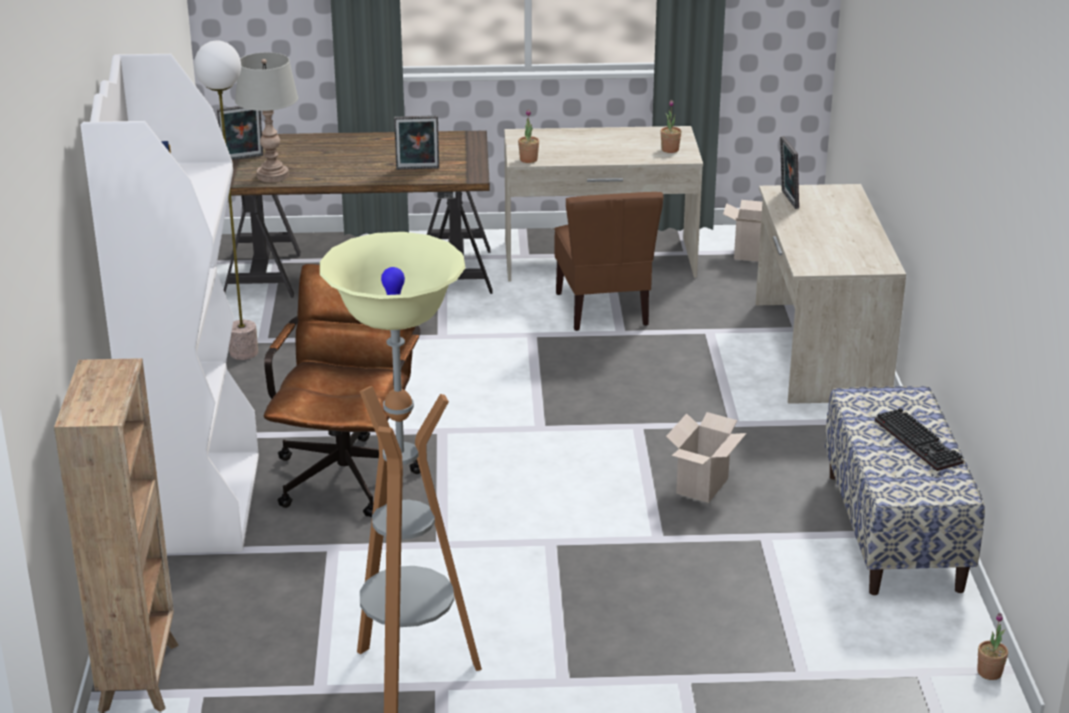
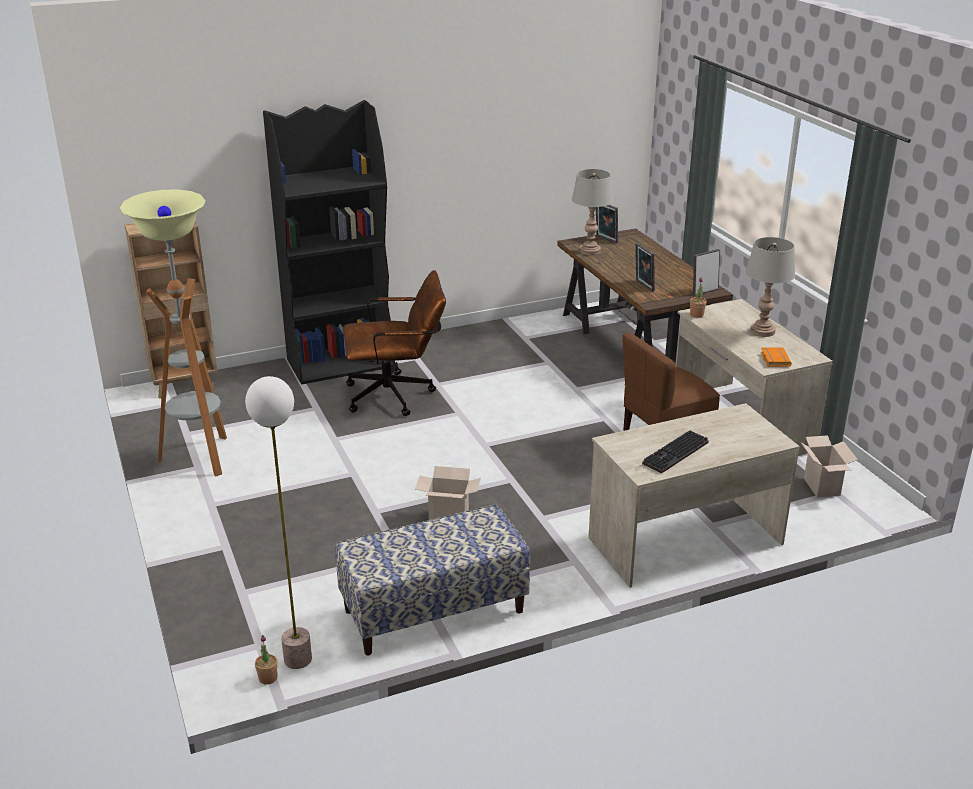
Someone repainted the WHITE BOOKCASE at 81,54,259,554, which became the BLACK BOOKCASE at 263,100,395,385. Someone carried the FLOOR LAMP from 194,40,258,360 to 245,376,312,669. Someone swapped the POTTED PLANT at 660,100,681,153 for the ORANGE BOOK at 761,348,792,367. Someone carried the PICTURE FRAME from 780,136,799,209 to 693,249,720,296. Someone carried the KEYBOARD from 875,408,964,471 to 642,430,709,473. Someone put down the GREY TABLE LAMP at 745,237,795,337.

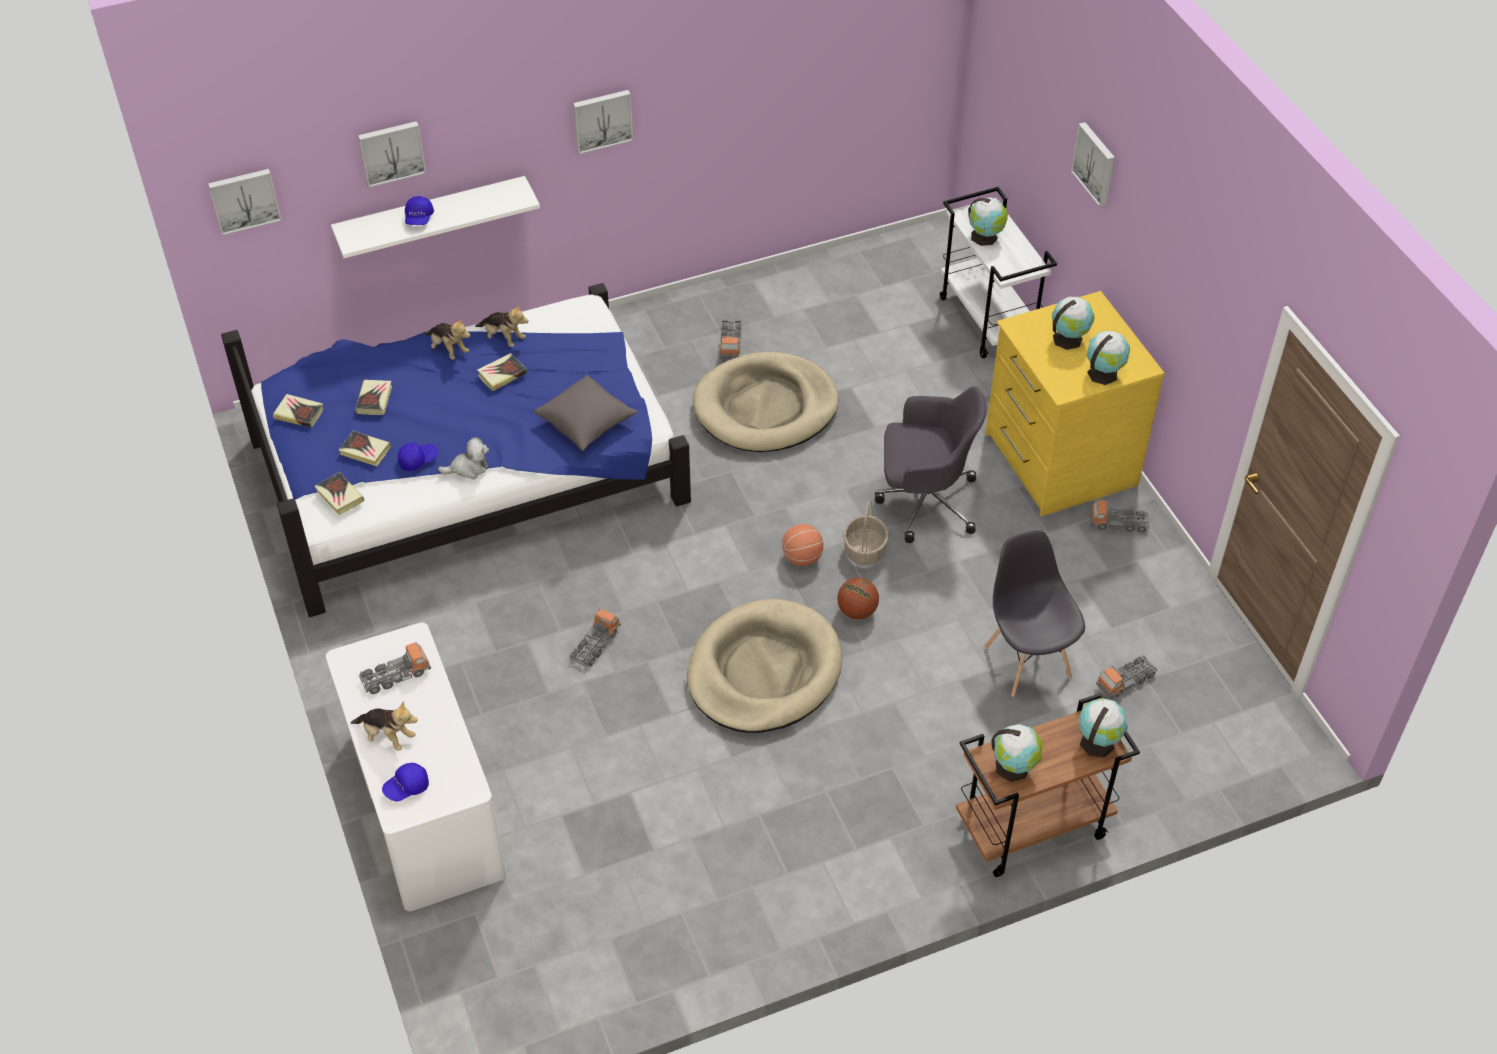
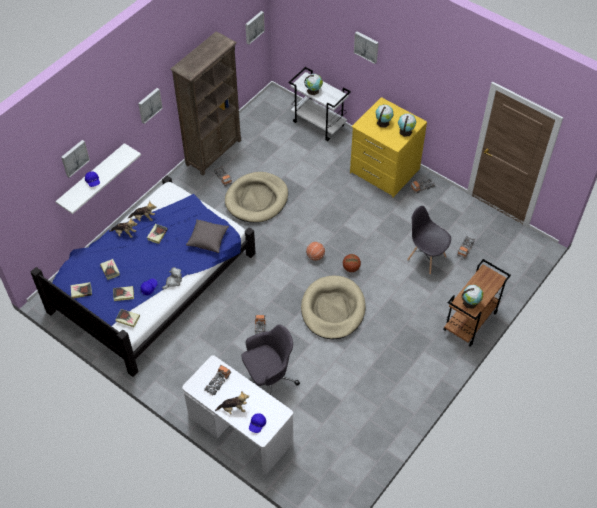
Someone carried the PICTURE from 208,169,282,235 to 245,11,265,45. Someone took away the BASKET at 844,500,888,565. Someone carried the GREY OFFICE CHAIR from 875,387,987,543 to 241,324,300,396. Someone took away the GLOBE at 1079,698,1127,758. Someone put down the BROWN BOOKCASE at 170,31,241,176.

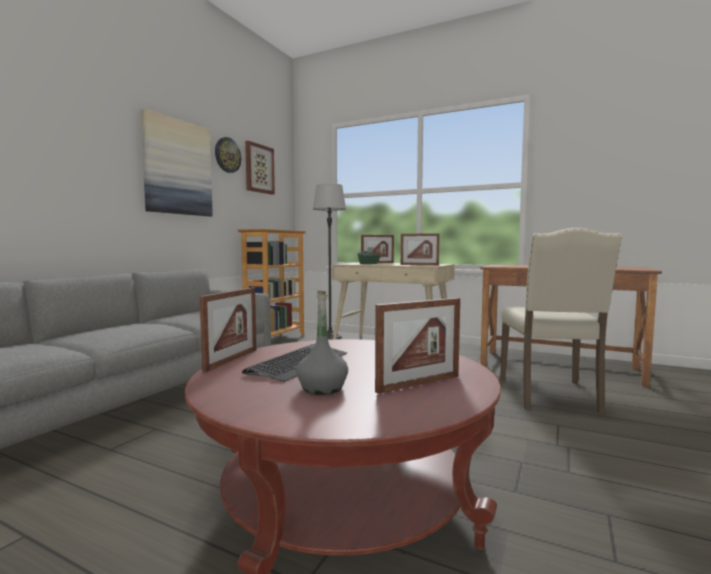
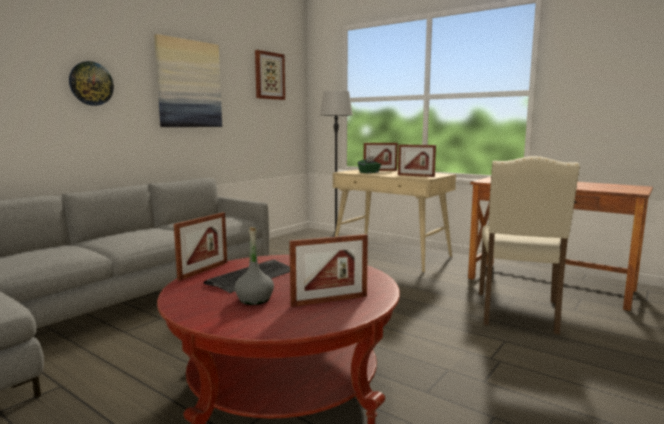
Someone carried the WALL CLOCK from 215,137,241,173 to 69,61,114,106. Someone took away the BOOKCASE at 238,229,306,337.

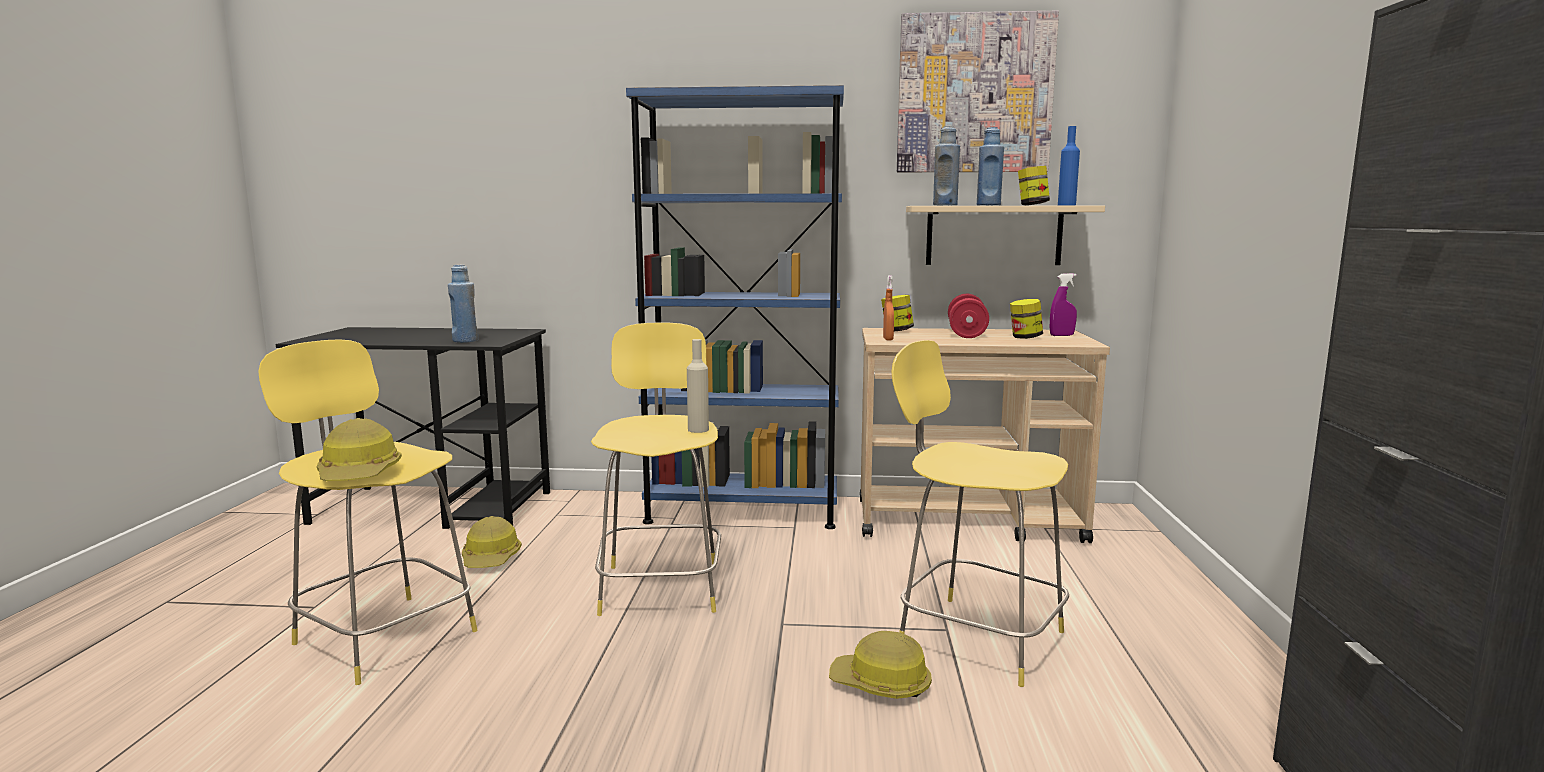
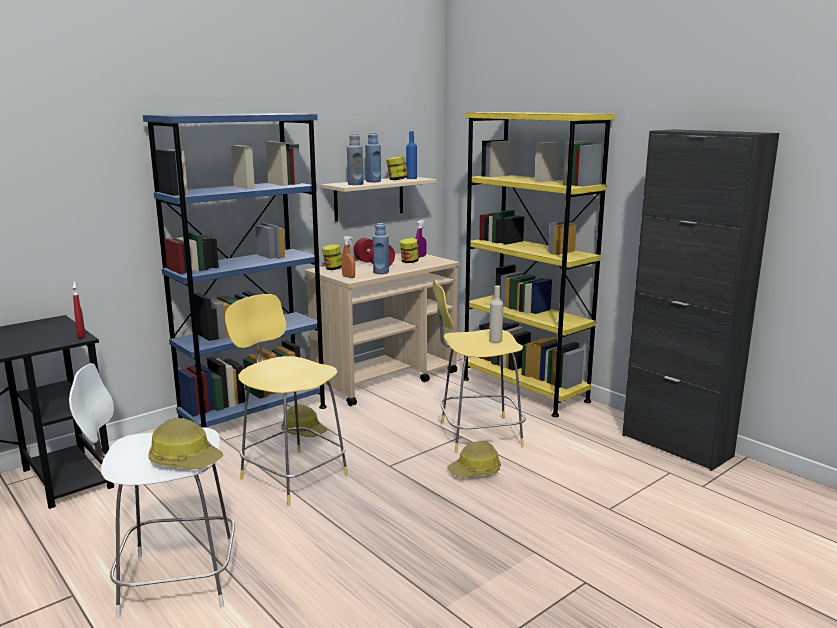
Someone repainted the YELLOW STOOL at 258,339,478,685, which became the WHITE STOOL at 69,363,235,618. Someone carried the BLUE BOTTLE from 448,265,478,343 to 373,223,389,274. Someone carried the HARD HAT from 462,516,522,568 to 281,404,327,437. Someone carried the BEIGE BOTTLE from 687,339,709,433 to 489,286,503,343. Someone took away the PICTURE at 897,11,1059,172. Someone put down the RED SPRAY BOTTLE at 73,282,85,339. Someone put down the YELLOW BOOKCASE at 464,112,615,417.

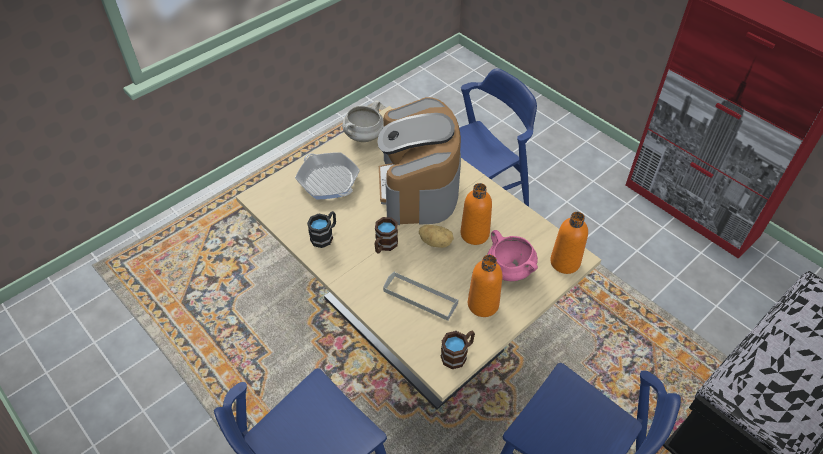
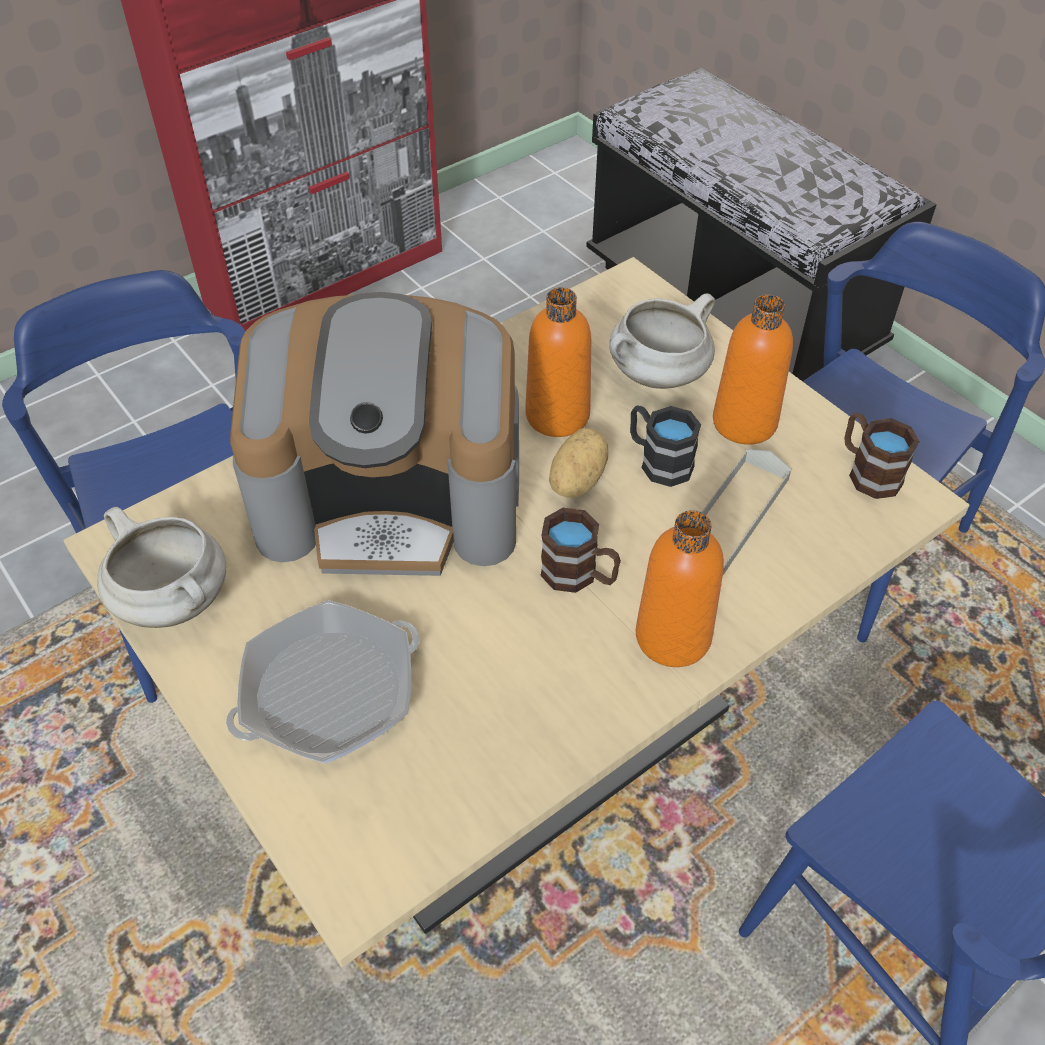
Someone carried the BLACK MUG from 307,211,336,248 to 630,405,701,487. Someone repainted the PINK COOKING POT at 487,230,538,281, which became the WHITE COOKING POT at 610,293,715,389. Someone carried the ORANGE BOTTLE from 550,212,588,274 to 636,510,724,667.

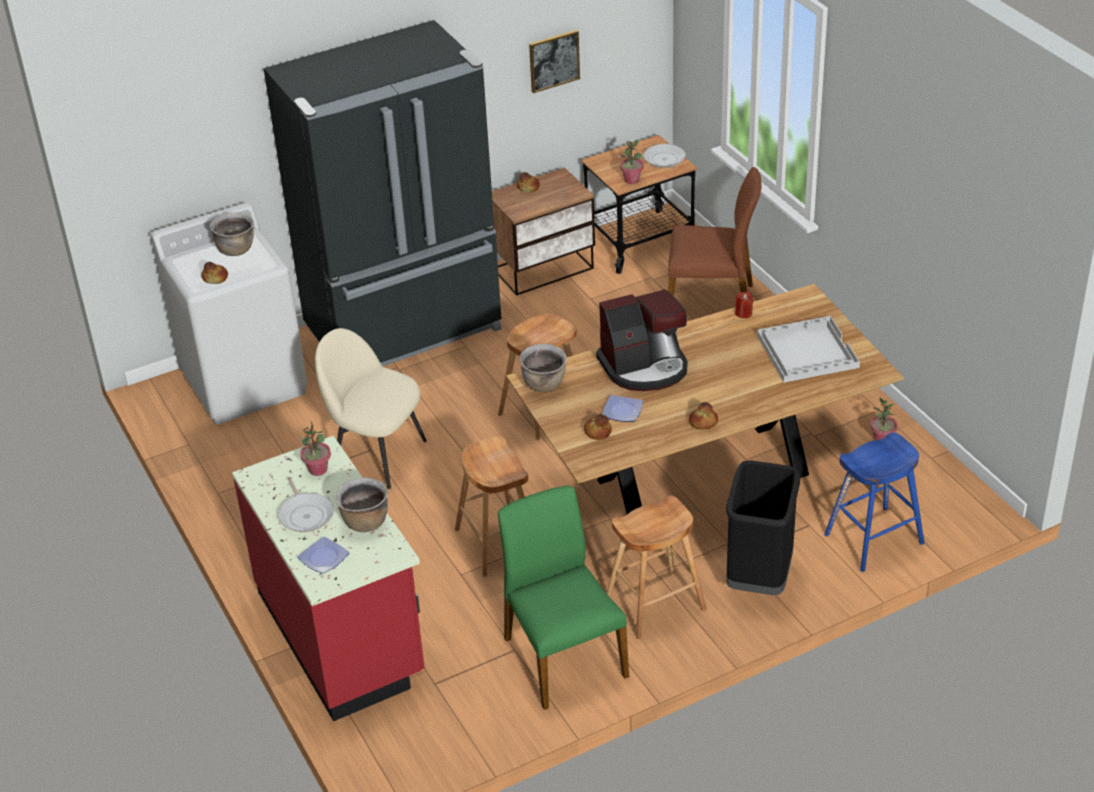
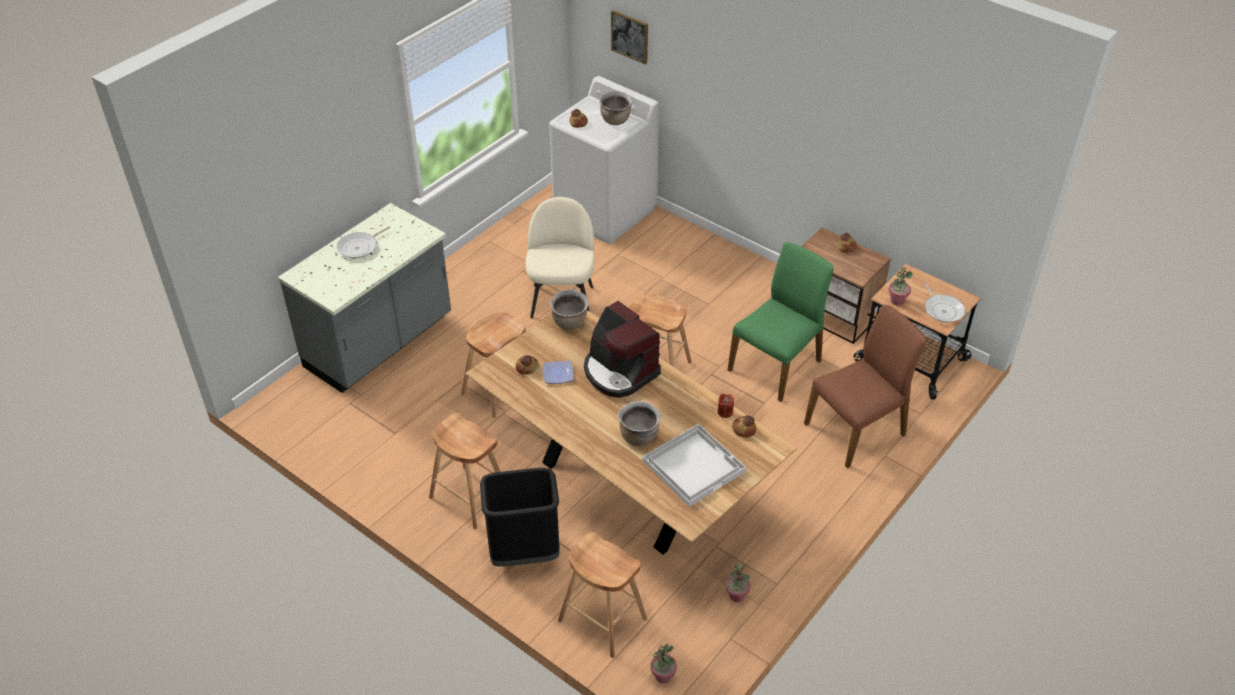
Someone repainted the RED COUNTER at 232,436,425,721, which became the GREY COUNTER at 278,203,451,393. Someone took away the BLACK FRIDGE at 264,20,502,366. Someone took away the PLATE at 297,536,349,573. Someone carried the POTTED PLANT from 300,420,331,476 to 651,644,677,683. Someone carried the BROWN COOKING POT from 336,477,388,532 to 618,401,661,446. Someone carried the GREEN CHAIR from 498,486,629,710 to 728,242,834,402. Someone carried the PICTURE from 529,30,580,93 to 611,10,648,65. Someone rotated the BROWN CHAIR at 668,167,762,296 by 105 degrees counterclockwise. Someone carried the BREAD from 689,402,718,429 to 732,415,756,438. Someone repainted the BLUE STOOL at 824,432,924,572, which became the BROWN STOOL at 558,532,647,658.

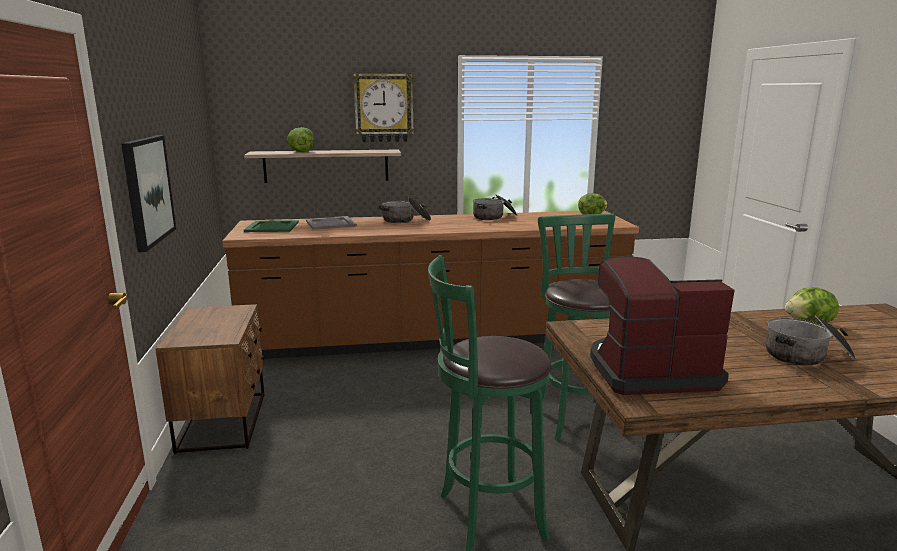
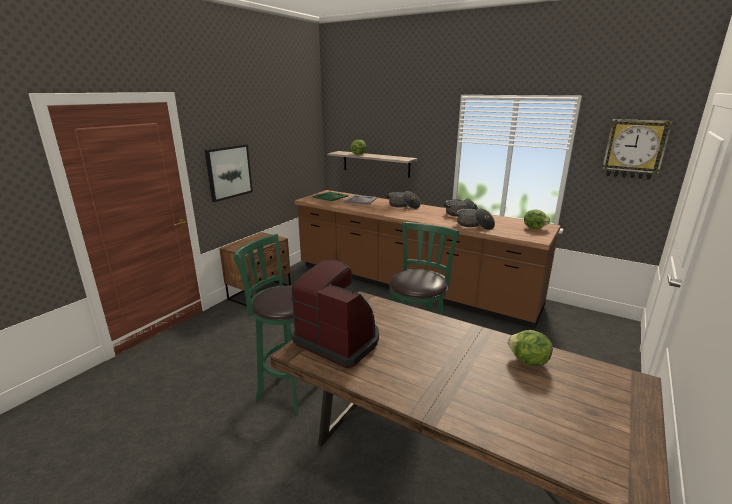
Someone carried the WALL CLOCK from 354,74,414,142 to 602,119,673,180. Someone carried the COOKING POT from 766,315,856,366 to 453,208,495,230.

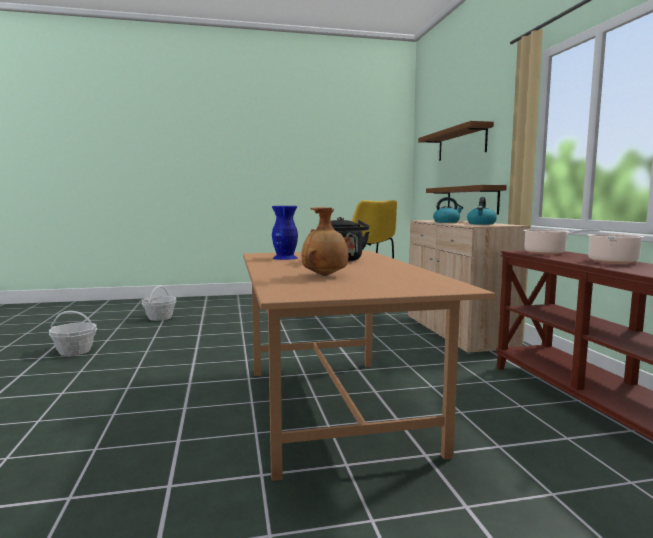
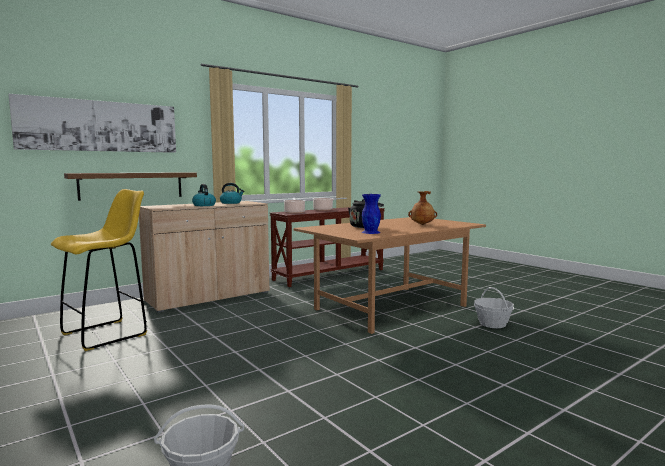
Someone carried the BASKET from 49,311,97,356 to 474,287,514,328. Someone swapped the BROWN SHELF at 418,121,494,161 for the PICTURE at 8,94,176,153.

